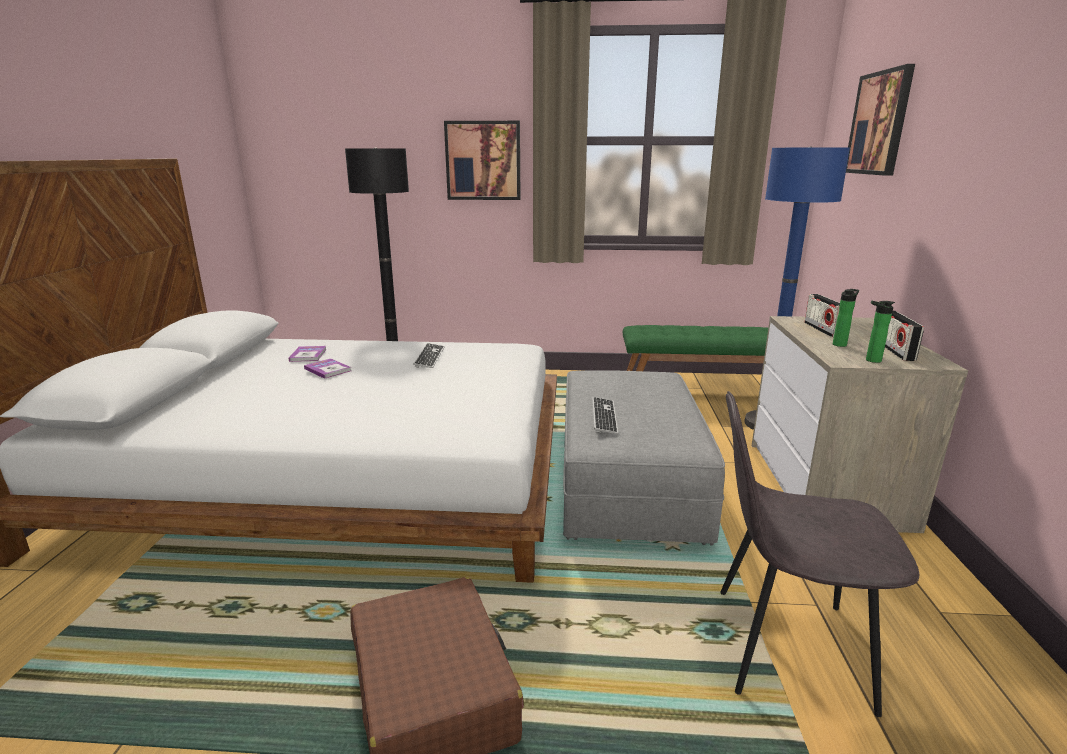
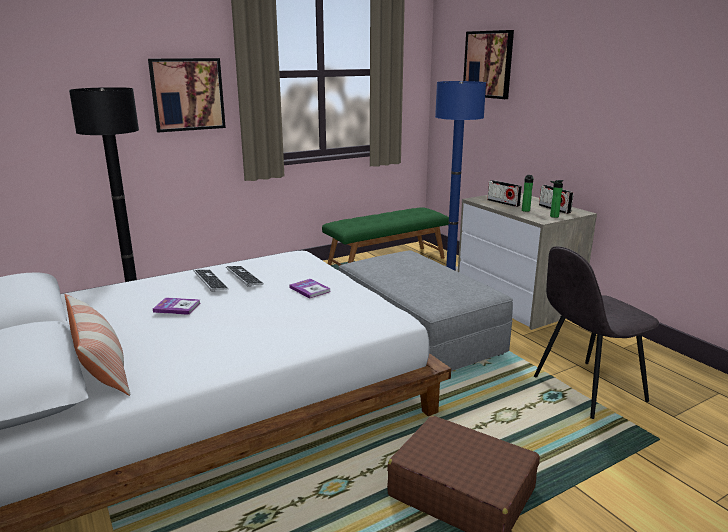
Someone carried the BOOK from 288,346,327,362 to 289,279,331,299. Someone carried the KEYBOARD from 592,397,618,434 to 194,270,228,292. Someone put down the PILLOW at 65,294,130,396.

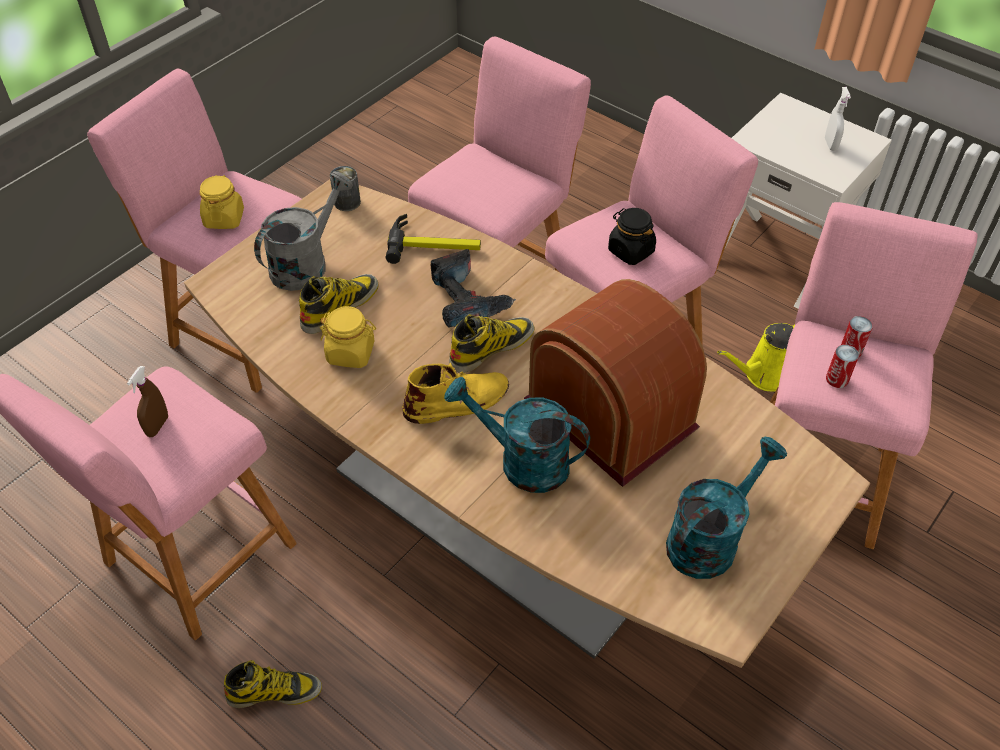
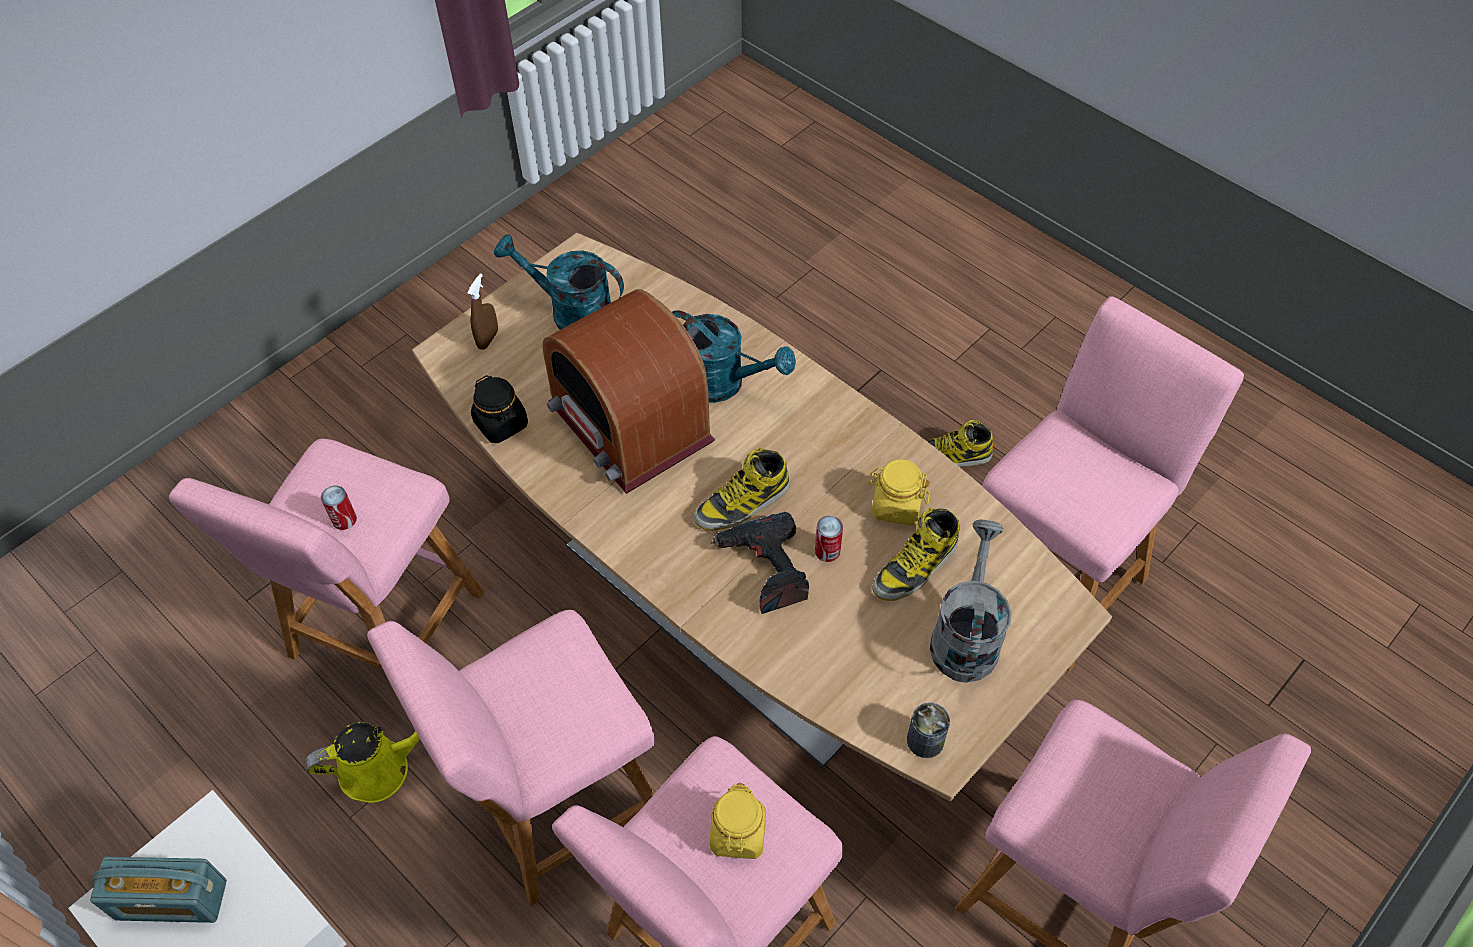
Someone carried the BROWN SPRAY BOTTLE from 127,366,168,437 to 467,273,498,350. Someone carried the YELLOW JAR from 200,175,244,229 to 710,783,766,859. Someone rotated the GREY WATERING CAN at 254,172,353,291 by 150 degrees clockwise. Someone took away the HAMMER at 386,214,481,264. Someone took away the YELLOW BOOT at 403,363,509,424. Someone carried the BLACK JAR from 608,208,656,265 to 471,375,528,443. Someone rotated the TURQUOISE WATERING CAN at 666,437,787,579 by 60 degrees clockwise. Someone swapped the WHITE SPRAY BOTTLE at 825,87,851,151 for the RADIO at 90,857,227,923. Someone carried the CAN from 826,345,859,388 to 815,516,843,562.

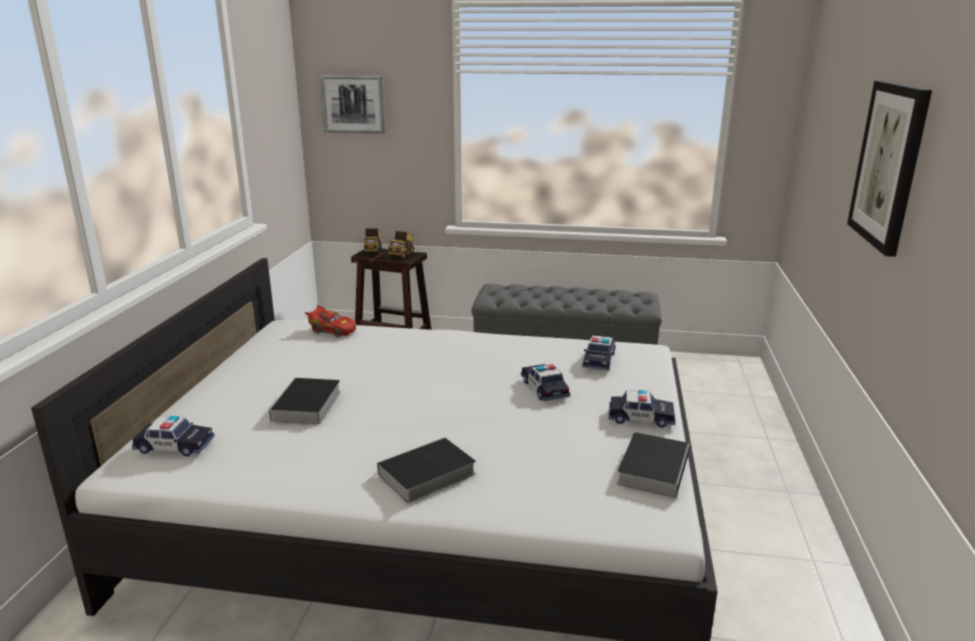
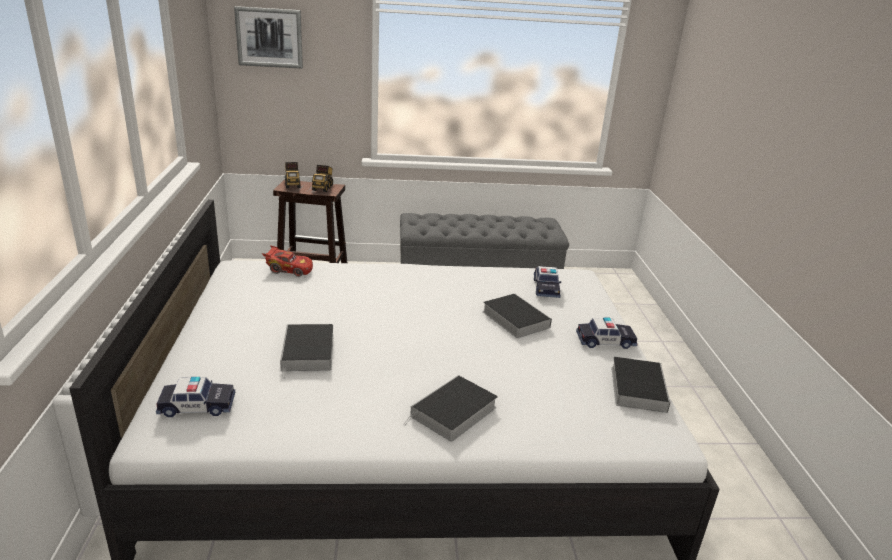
Someone swapped the TOY CAR at 521,364,570,401 for the BOOK at 482,294,552,338. Someone took away the PICTURE at 847,81,932,257.

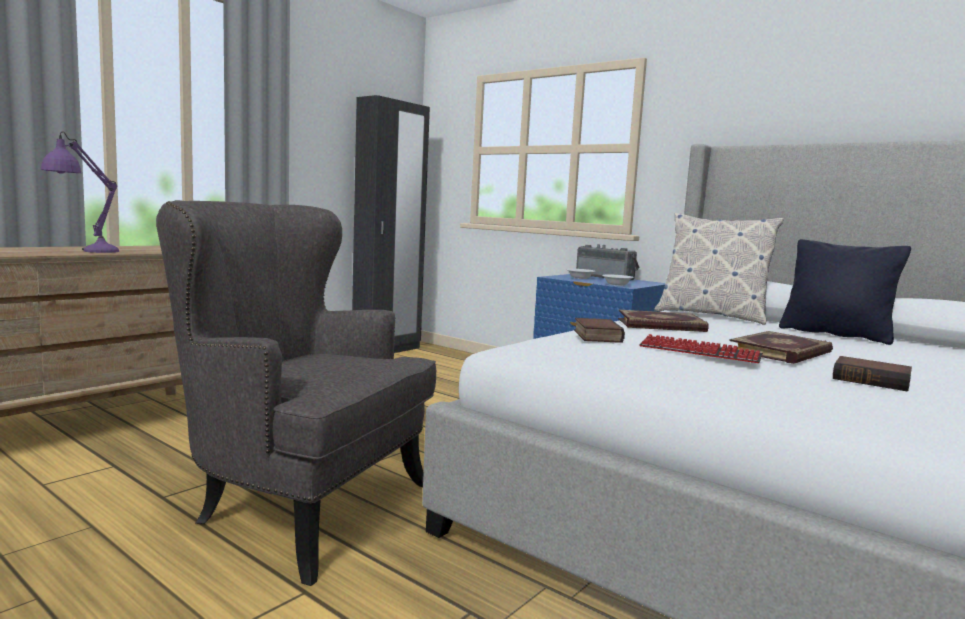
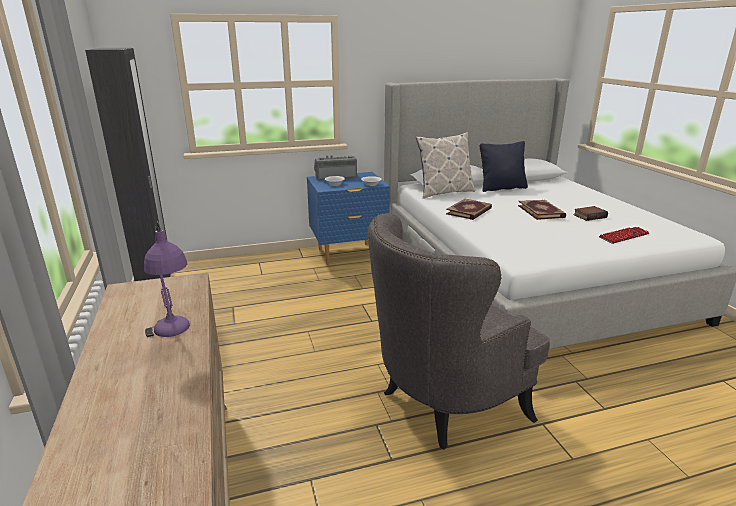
Someone took away the BOOK at 574,318,625,343. Someone carried the KEYBOARD from 639,334,763,363 to 599,227,650,244.

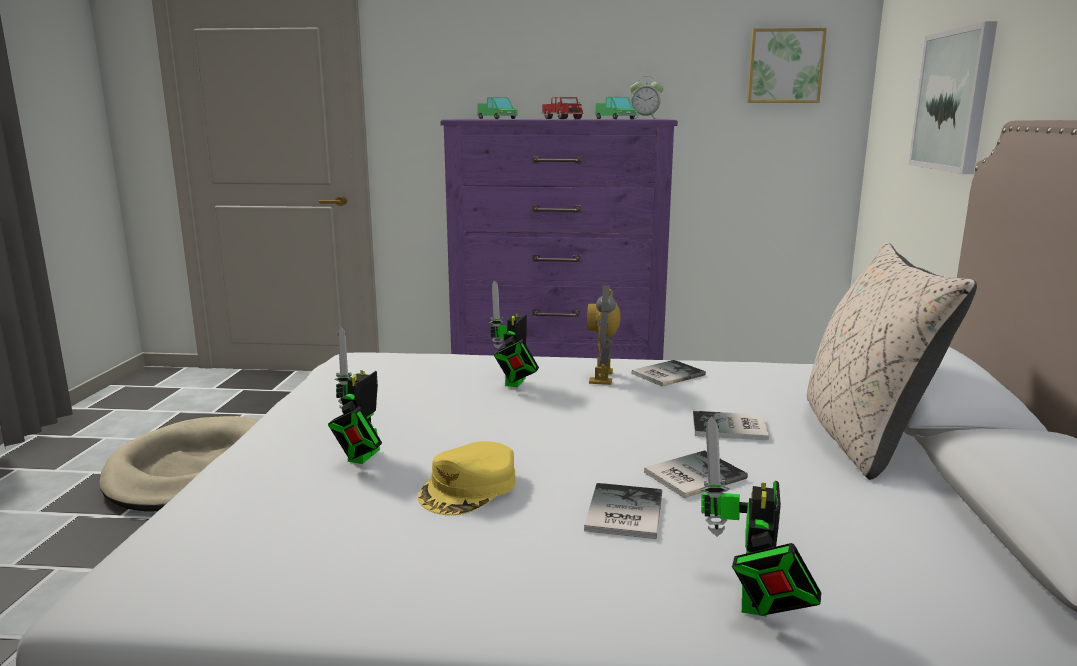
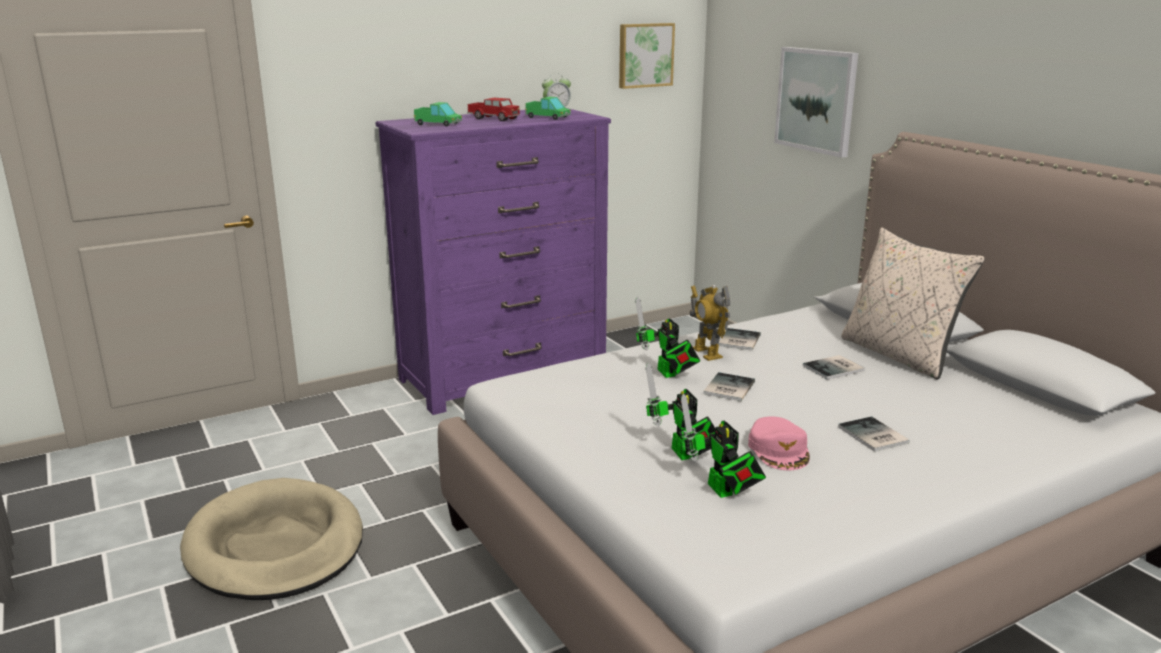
Someone repainted the YELLOW CAP at 418,441,515,515, which became the PINK CAP at 748,416,810,470. Someone carried the BOOK from 644,450,748,498 to 703,372,755,401. Someone carried the TOY ROBOT from 700,416,822,616 to 681,394,766,498.

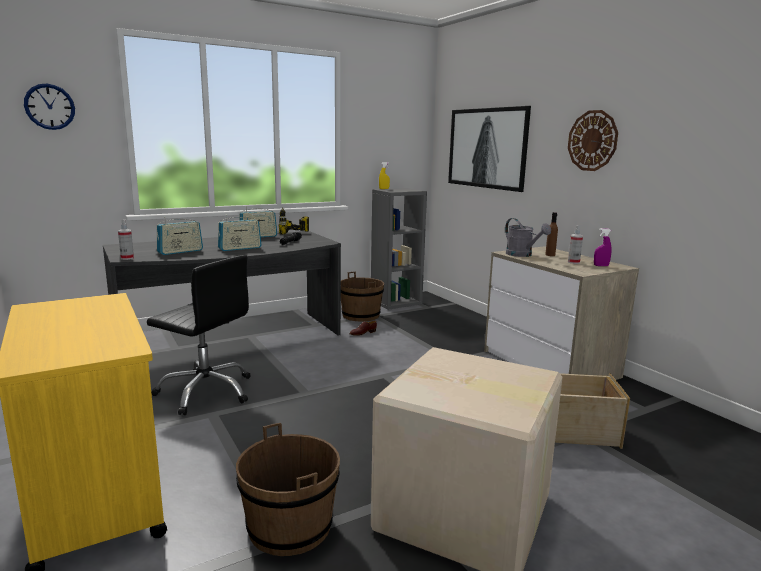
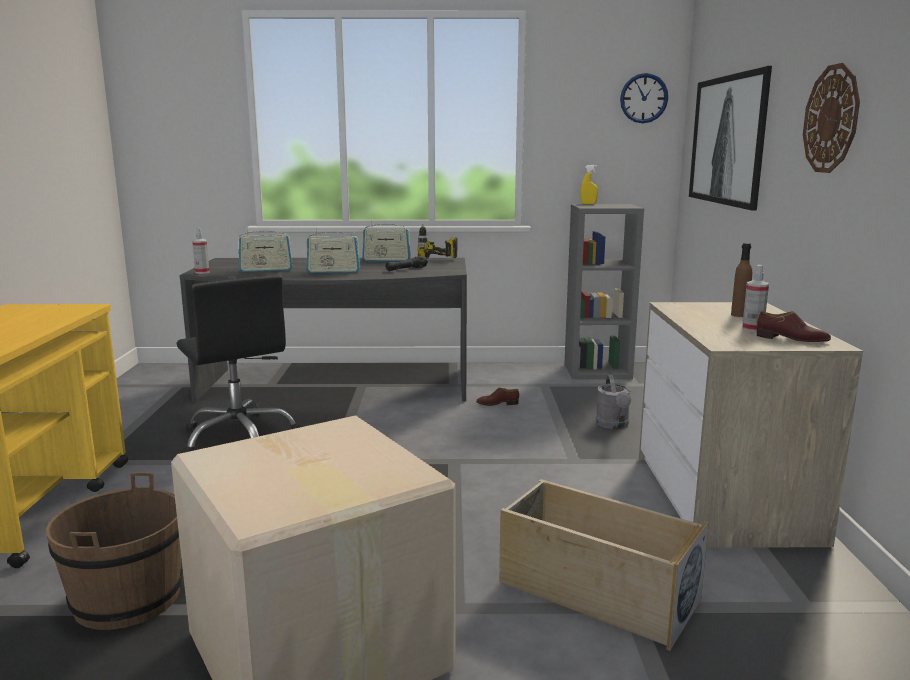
Someone carried the WALL CLOCK from 24,84,75,130 to 620,73,668,123. Someone took away the BROWN BUCKET at 341,272,384,321. Someone carried the GREY WATERING CAN from 505,218,551,257 to 596,375,631,429. Someone swapped the PURPLE SPRAY BOTTLE at 594,228,612,266 for the BROWN SHOE at 757,311,831,342.

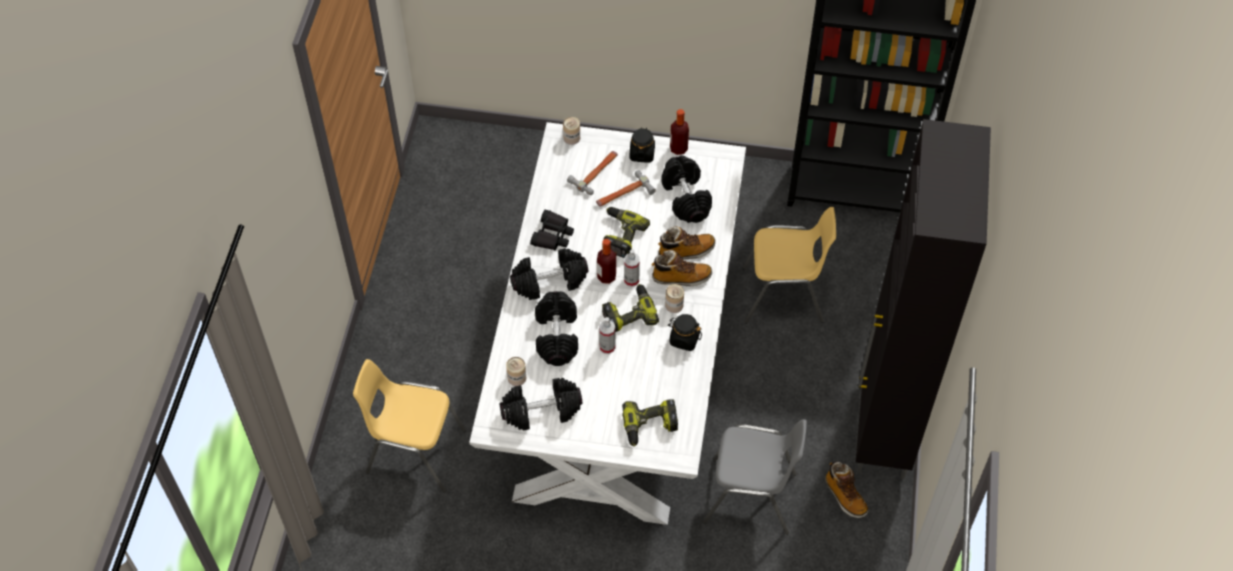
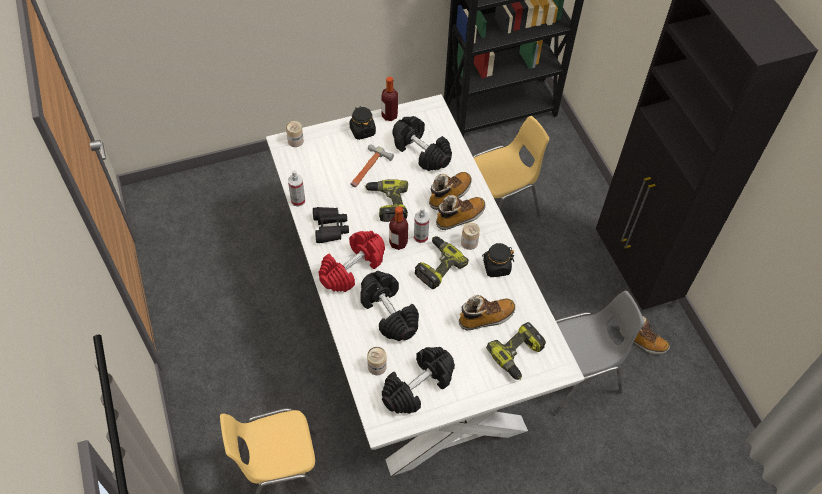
Someone repainted the BLACK DUMBBELL at 510,248,588,300, which became the RED DUMBBELL at 318,231,385,292. Someone took away the HAMMER at 567,151,618,195. Someone carried the SPRAY BOTTLE from 599,317,615,354 to 288,170,305,207. Someone put down the BOOT at 459,295,516,330.

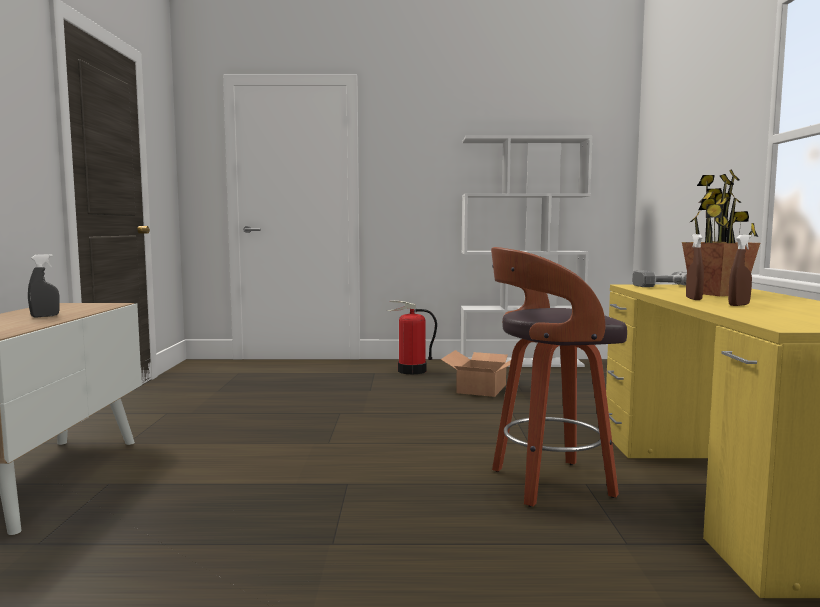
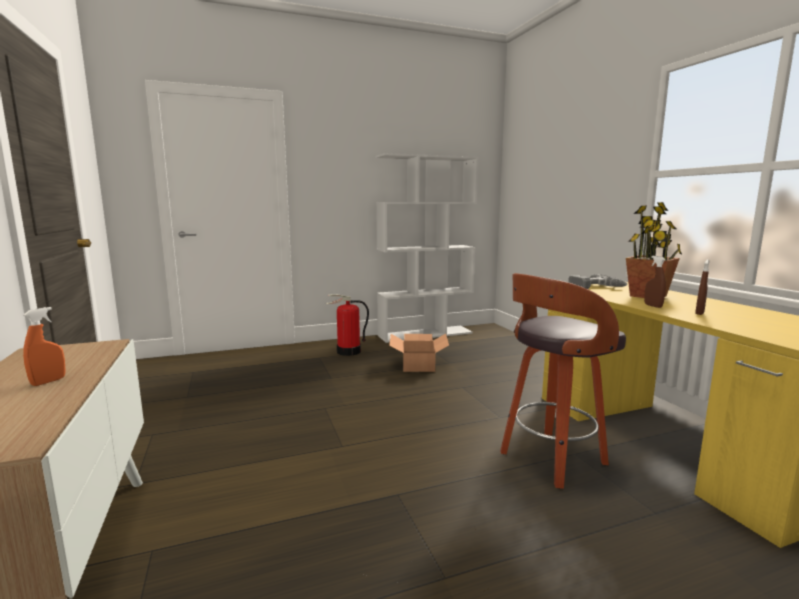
Someone repainted the GREY SPRAY BOTTLE at 28,254,60,318, which became the ORANGE SPRAY BOTTLE at 23,307,66,386.

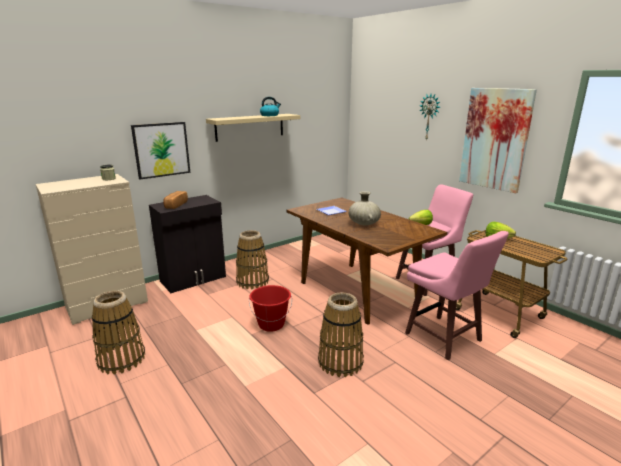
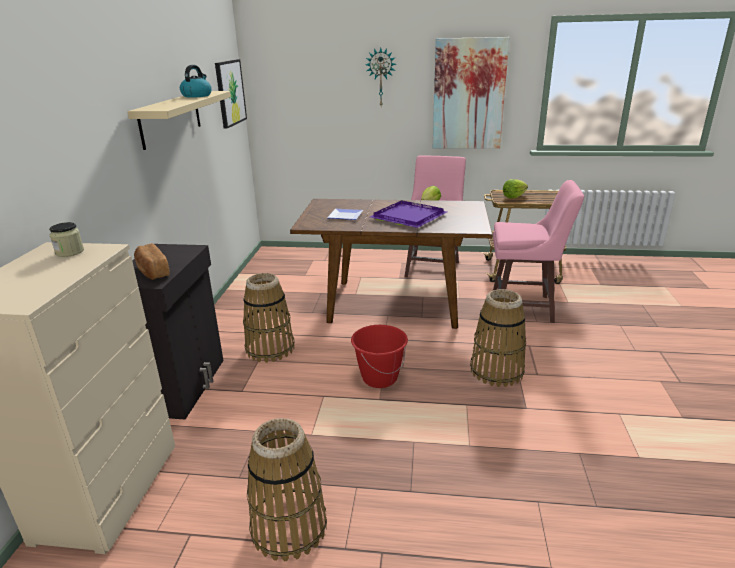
Someone carried the PICTURE from 131,122,190,180 to 215,59,247,129. Someone swapped the BEIGE VASE at 349,191,381,226 for the PURPLE TRAY at 370,200,447,228.

